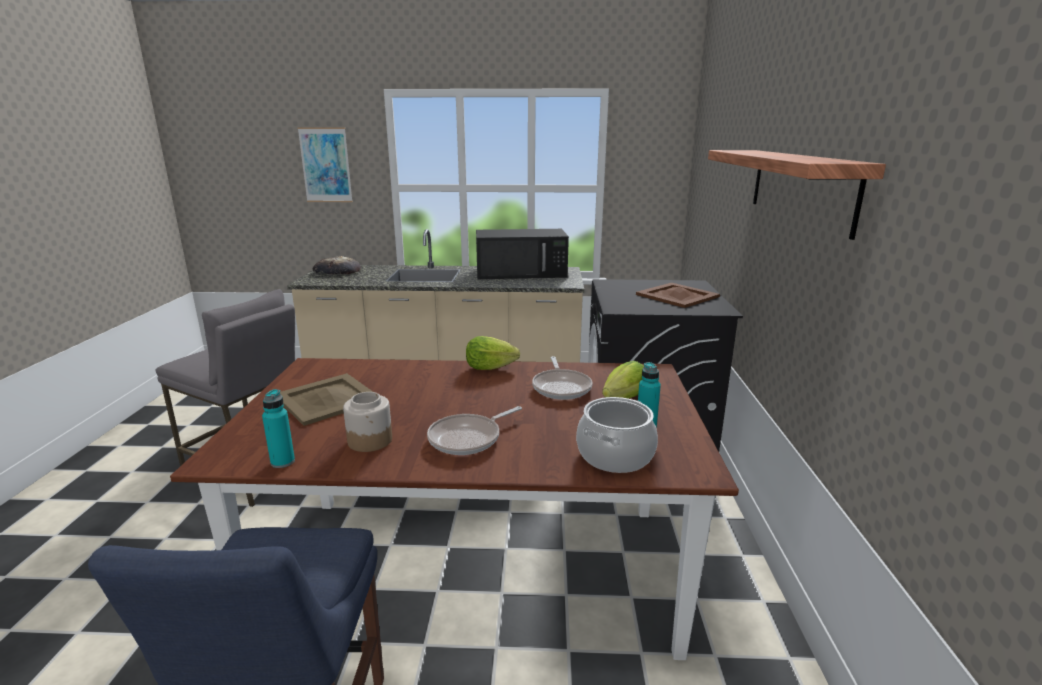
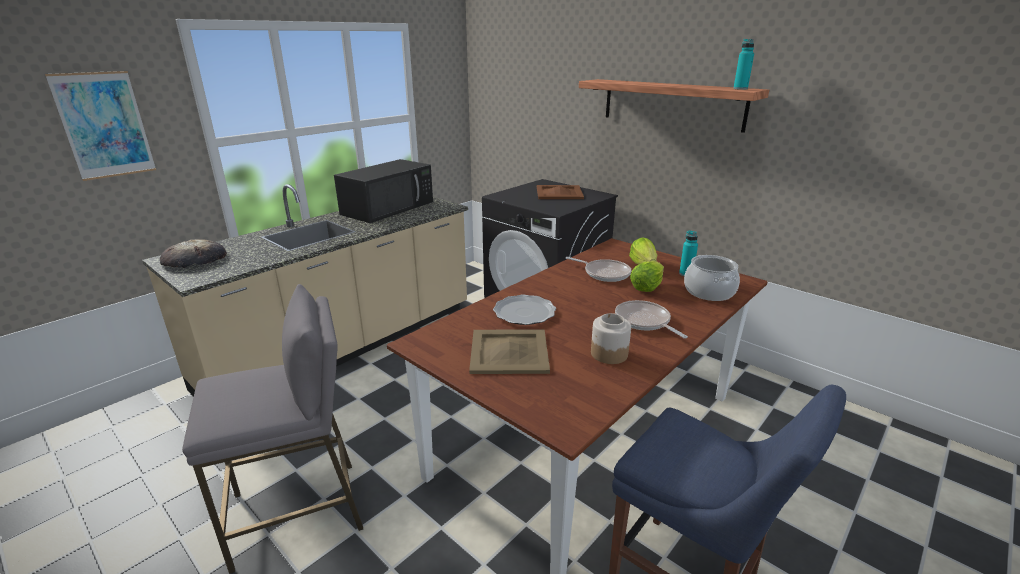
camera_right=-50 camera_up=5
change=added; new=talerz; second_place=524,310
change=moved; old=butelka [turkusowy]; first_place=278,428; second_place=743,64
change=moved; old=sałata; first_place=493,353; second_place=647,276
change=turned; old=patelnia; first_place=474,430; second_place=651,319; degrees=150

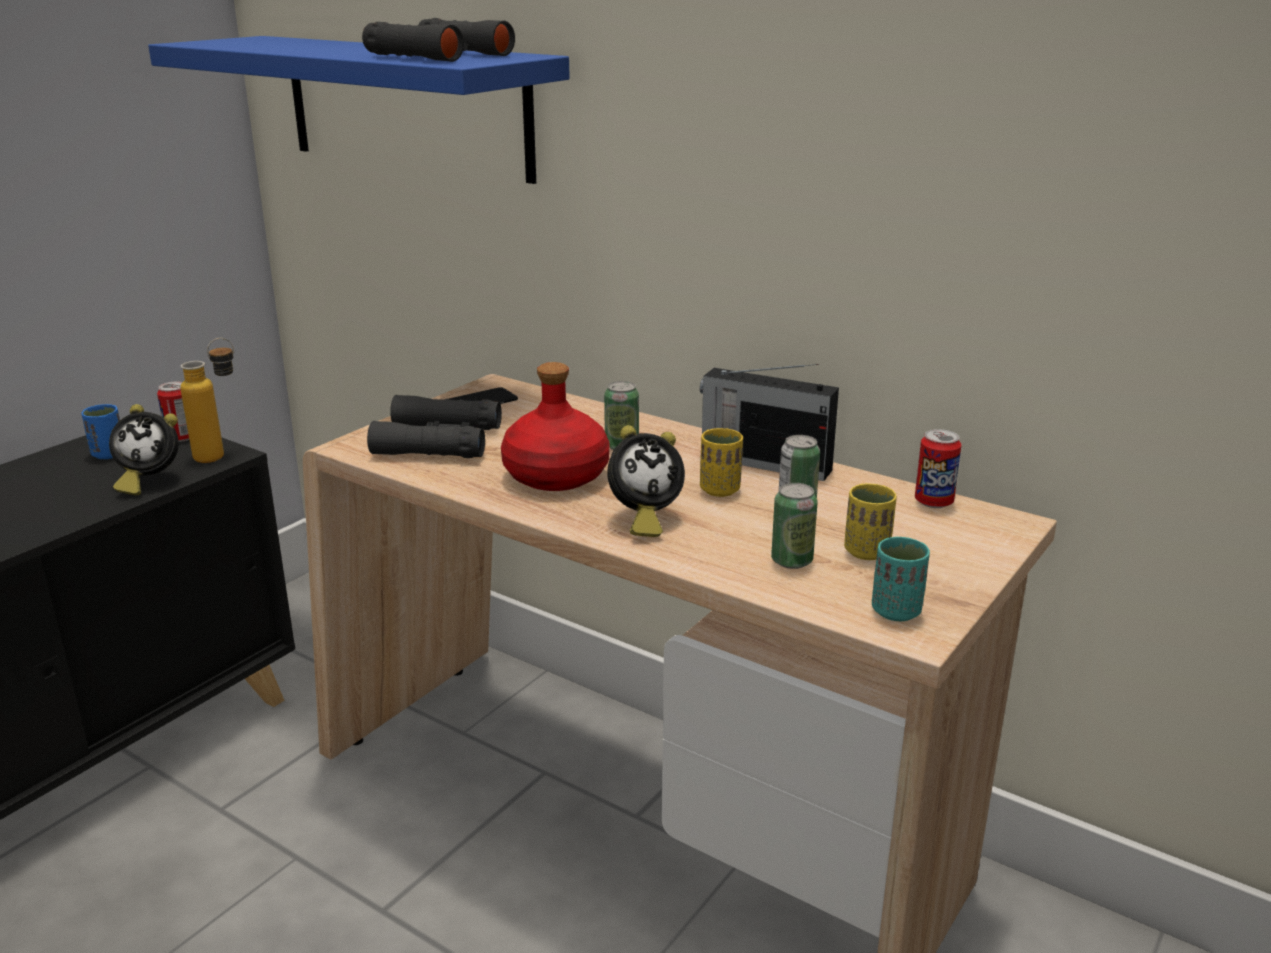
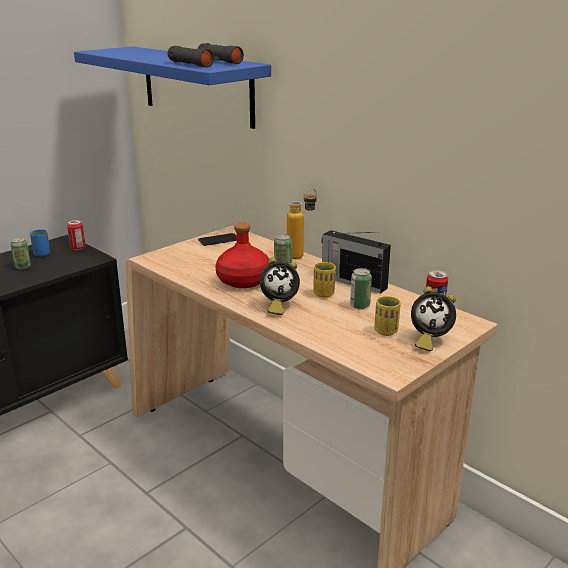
camera_right=10 camera_up=0
change=removed; old=lornetka [czarny]; first_place=434,426
change=removed; old=filiżanka [turkusowy]; first_place=901,579
change=moved; old=budzik; first_place=144,449; second_place=433,319
change=moved; old=butelka; first_place=207,400; second_place=302,224
change=moved; old=puszka; first_place=794,526; second_place=21,253

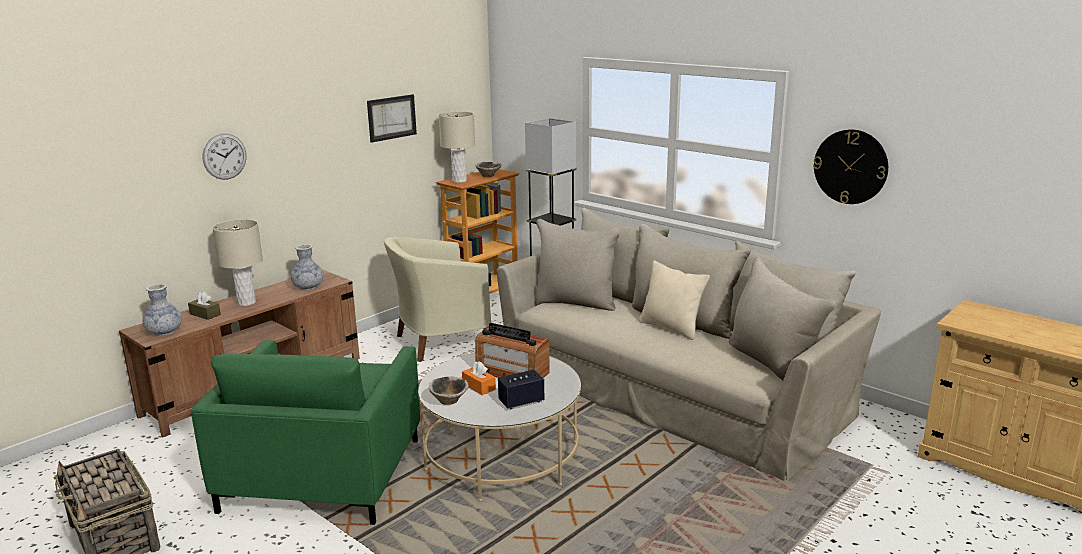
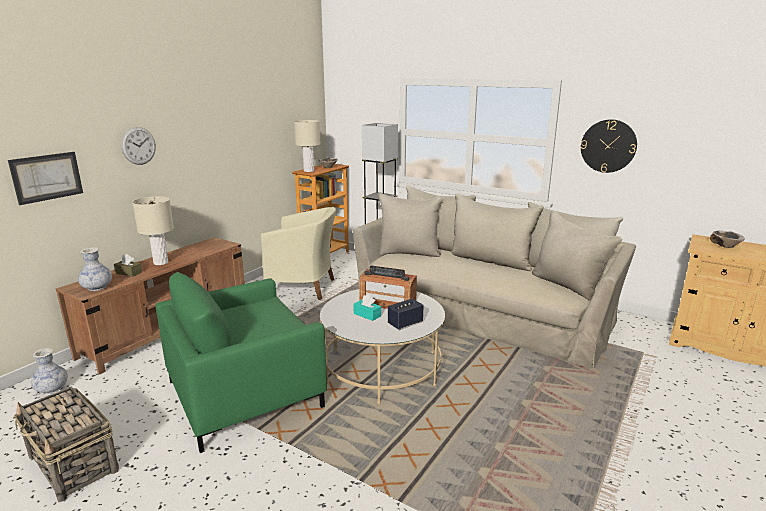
camera_right=-10 camera_up=0
change=removed; old=poduszka [beżowy]; first_place=674,300
change=moved; old=wazon; first_place=307,267; second_place=49,371
change=moved; old=obraz; first_place=392,118; second_place=45,178
change=moved; old=miska; first_place=448,390; second_place=727,239
change=recoloured; old=pudełko chusteczek [pomarańczowy]; new=pudełko chusteczek [turkusowy]; first_place=479,378; second_place=367,308
change=turned; old=fotel [zielony]; first_place=305,432; second_place=241,362; degrees=60
change=turned; old=fotel [beżowy]; first_place=437,299; second_place=298,253; degrees=-135

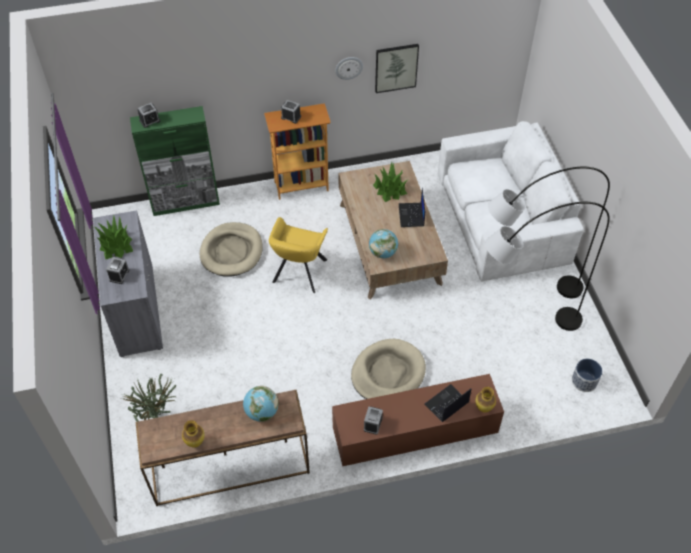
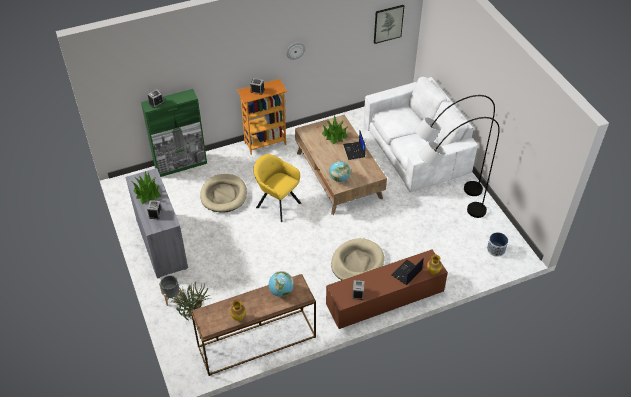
camera_right=-10 camera_up=-5
change=added; new=donica [szary]; second_place=170,290
change=moved; old=obraz; first_place=397,68; second_place=389,24
change=turned; old=fotel [żółty]; first_place=298,255; second_place=277,188; degrees=120

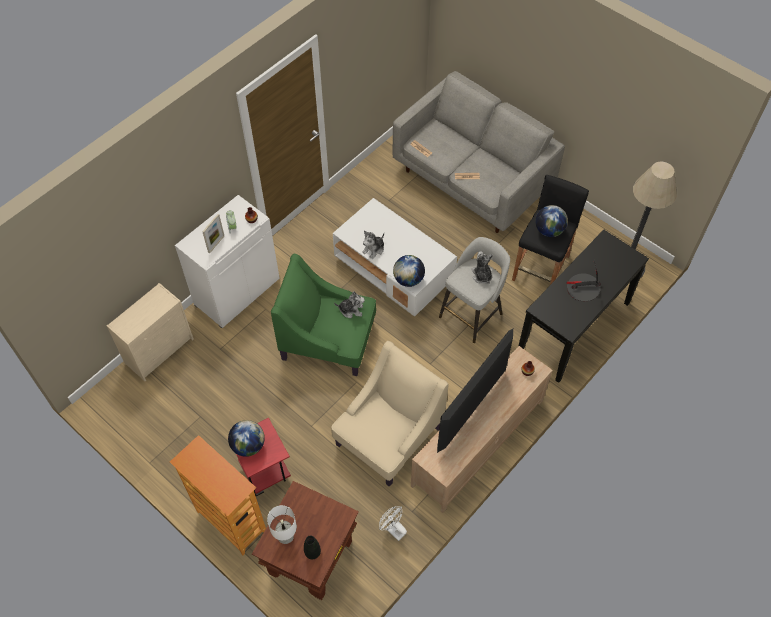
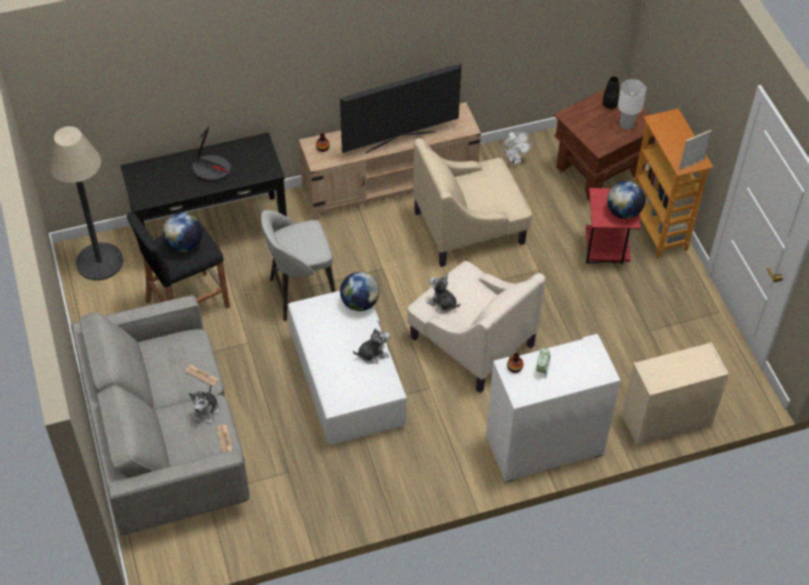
camera_right=-150 camera_up=-5
change=moved; old=ramka na zdjęcie; first_place=213,234; second_place=695,150
change=moved; old=pluszak; first_place=482,267; second_place=204,404
change=recoloured; old=fotel [zielony]; new=fotel [beżowy]; first_place=323,315; second_place=476,327

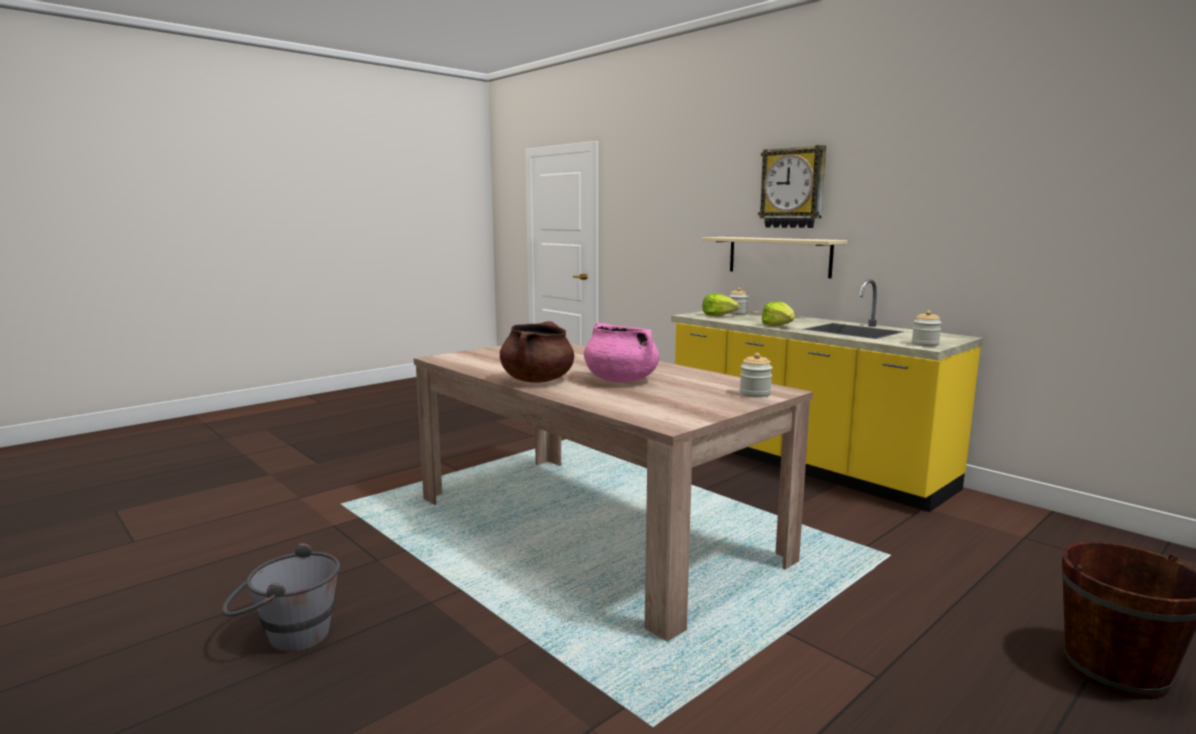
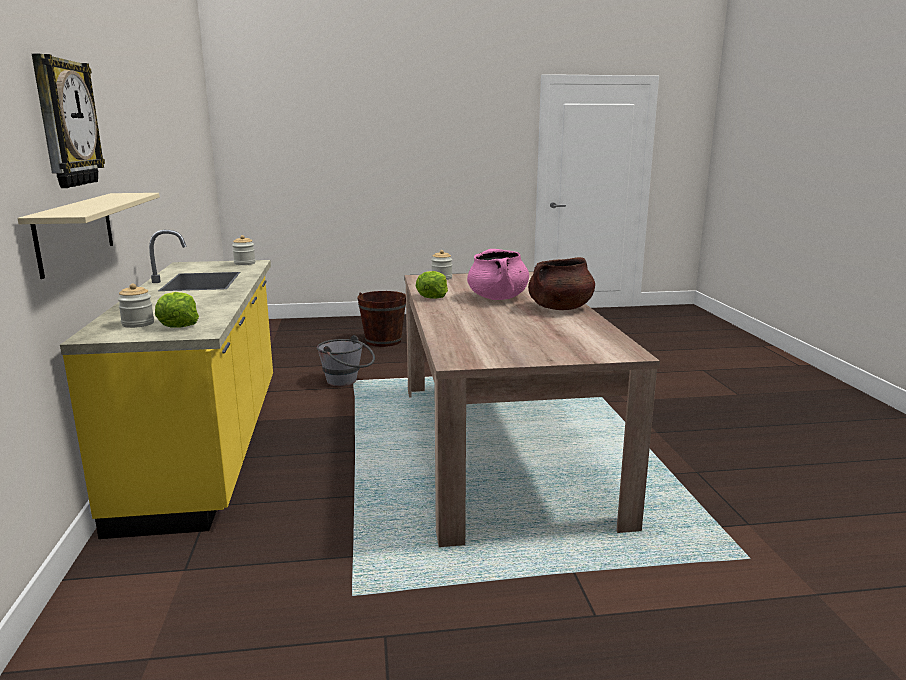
camera_right=-145 camera_up=5
change=moved; old=wiadro [szary]; first_place=281,597; second_place=346,361
change=moved; old=sałata; first_place=778,313; second_place=431,285

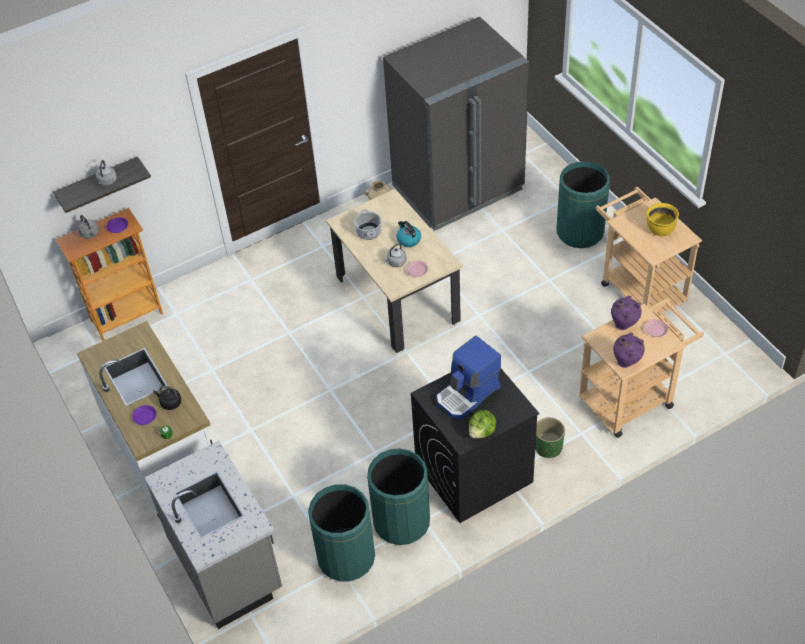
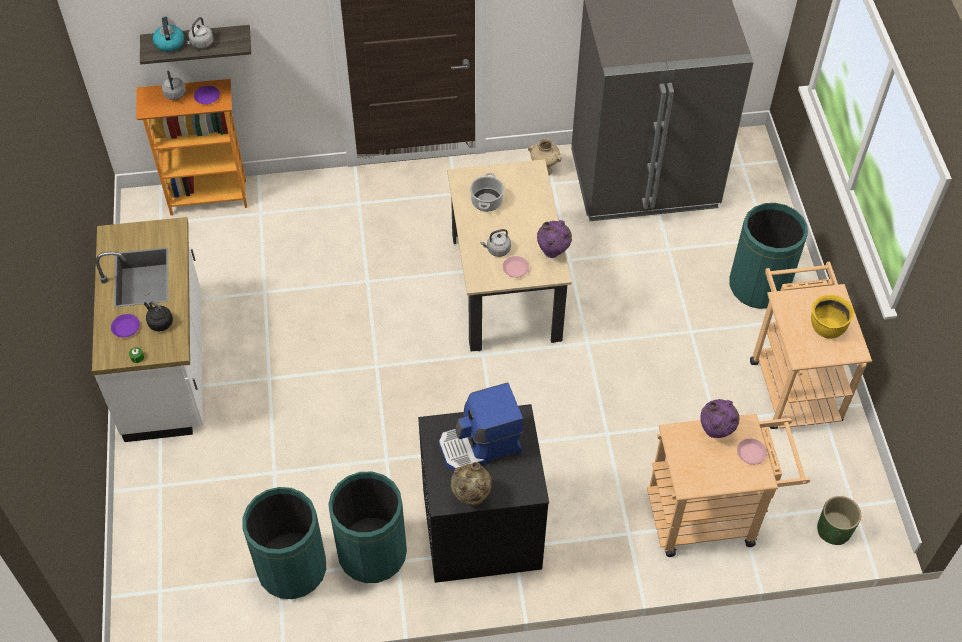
camera_right=20 camera_up=5
change=removed; old=zabudowa kuchenna [szary]; first_place=213,534
change=moved; old=czajnik; first_place=409,234; second_place=168,34
change=moved; old=donica [zielony]; first_place=550,437; second_place=839,520
change=moved; old=wazon [fioletowy]; first_place=629,350; second_place=554,239
change=replaced; old=sałata; new=wazon [beżowy]; first_place=482,424; second_place=471,483

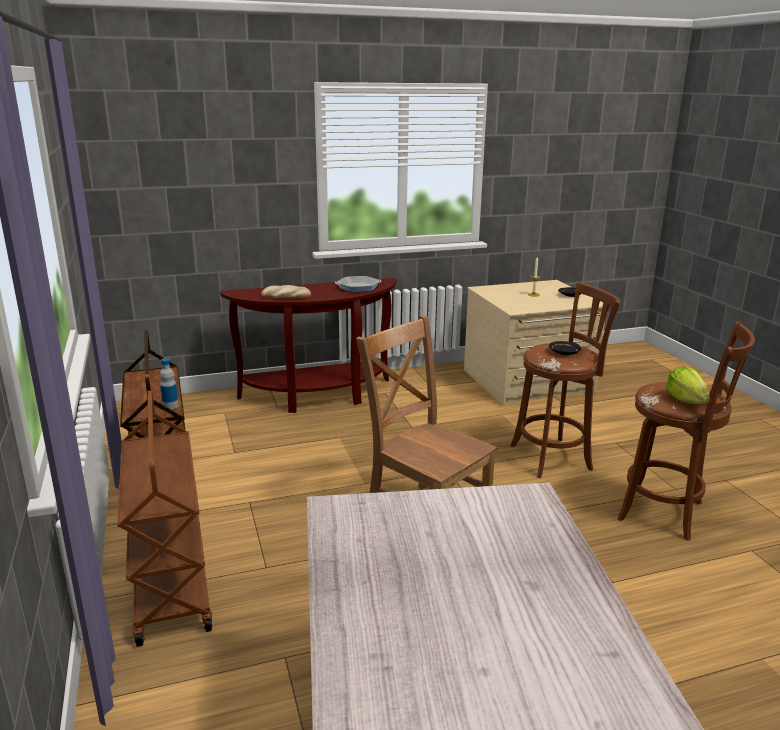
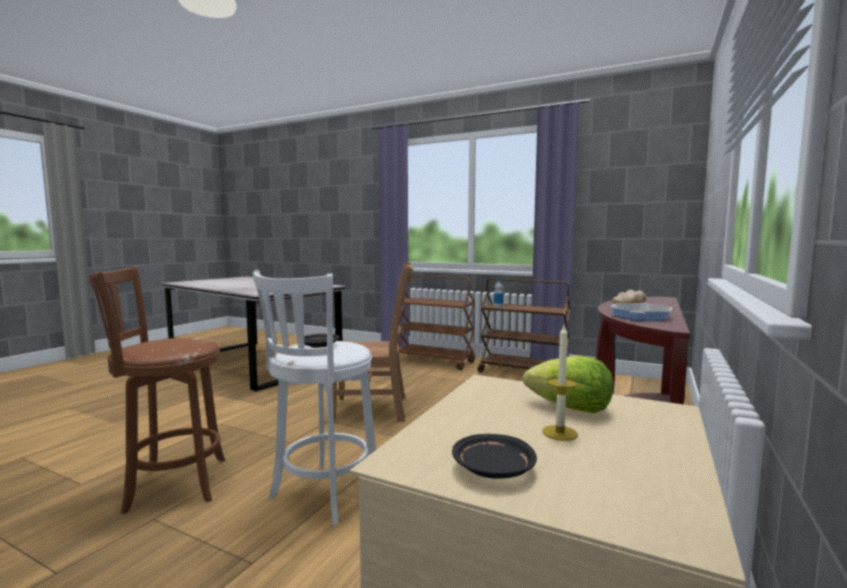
camera_right=135 camera_up=-15
change=moved; old=sałata; first_place=688,385; second_place=568,384
change=recoloured; old=stołek [brązowy]; new=stołek [biały]; first_place=565,379; second_place=314,397

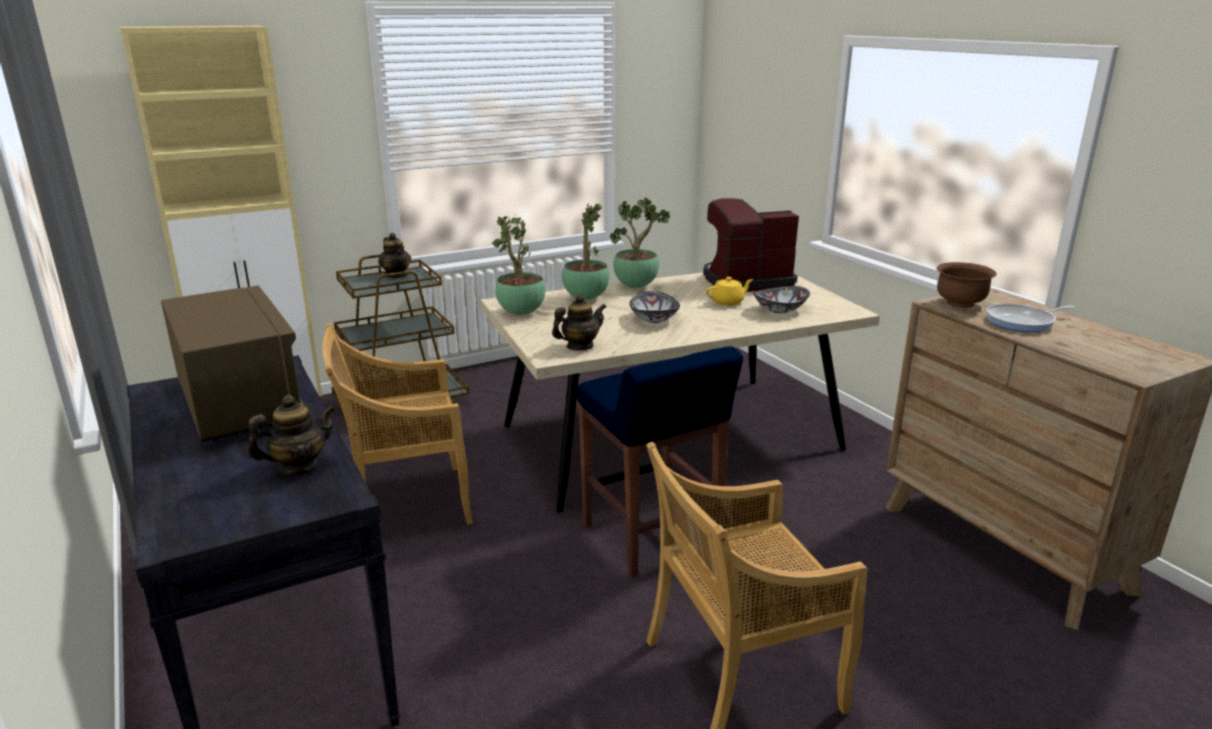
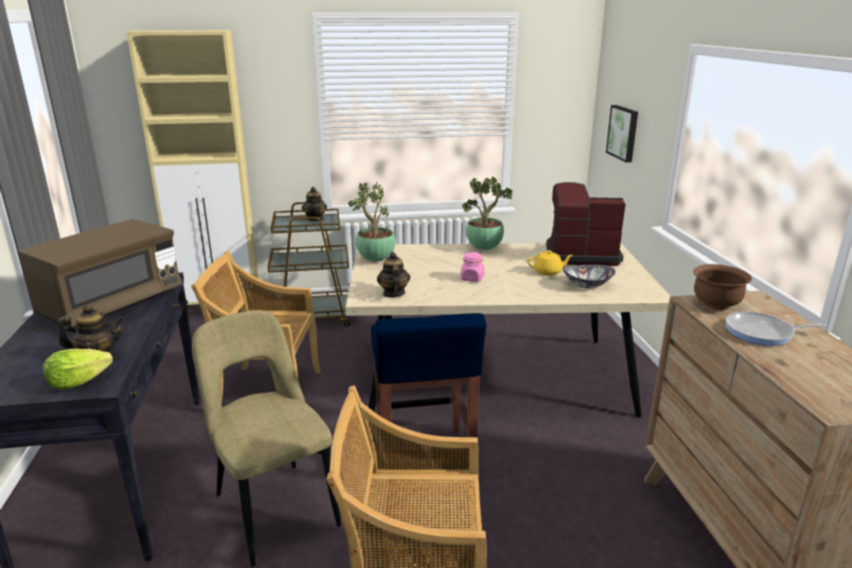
camera_right=20 camera_up=0
change=removed; old=roślina doniczkowa; first_place=585,251
change=added; new=sałata; second_place=78,369
change=added; new=krzesło [beżowy]; second_place=266,438
change=added; new=obraz; second_place=622,133
change=replaced; old=miska; new=słoik [różowy]; first_place=655,307; second_place=473,267
change=turned; old=mikrofalówka [brązowy]; first_place=232,363; second_place=100,273; degrees=45
change=turned; old=imbryk; first_place=579,322; second_place=393,275; degrees=-90

